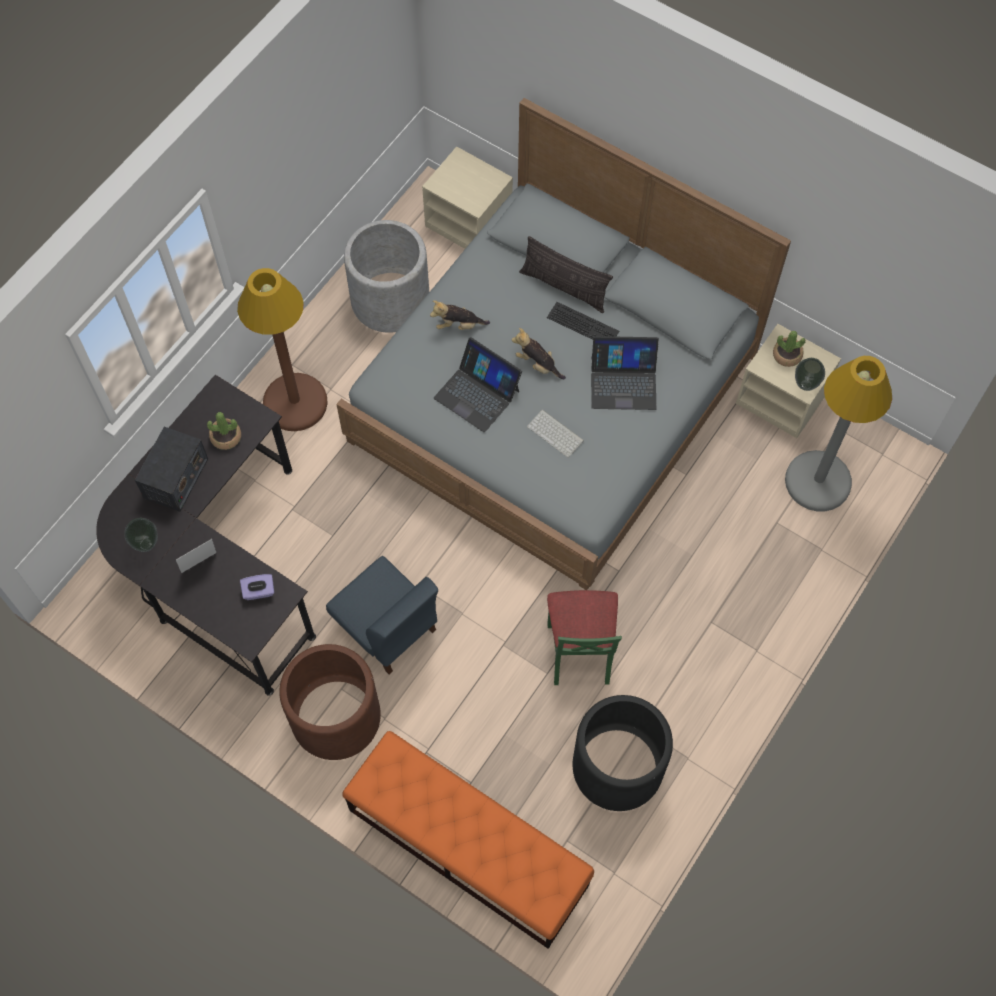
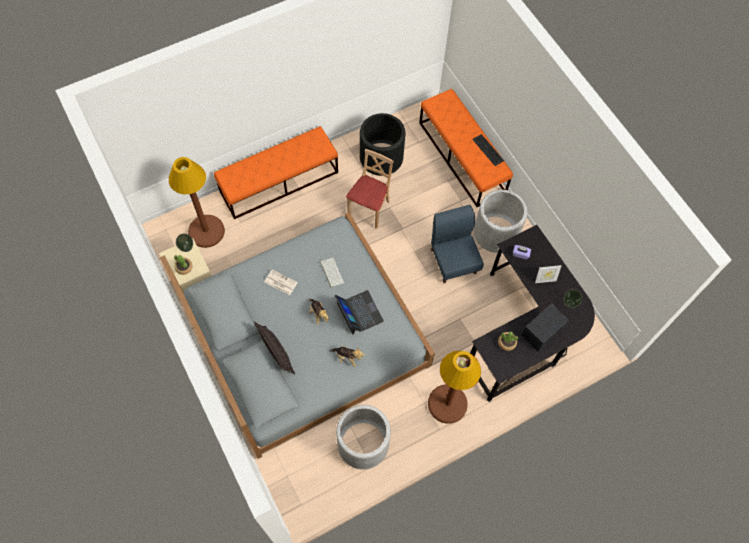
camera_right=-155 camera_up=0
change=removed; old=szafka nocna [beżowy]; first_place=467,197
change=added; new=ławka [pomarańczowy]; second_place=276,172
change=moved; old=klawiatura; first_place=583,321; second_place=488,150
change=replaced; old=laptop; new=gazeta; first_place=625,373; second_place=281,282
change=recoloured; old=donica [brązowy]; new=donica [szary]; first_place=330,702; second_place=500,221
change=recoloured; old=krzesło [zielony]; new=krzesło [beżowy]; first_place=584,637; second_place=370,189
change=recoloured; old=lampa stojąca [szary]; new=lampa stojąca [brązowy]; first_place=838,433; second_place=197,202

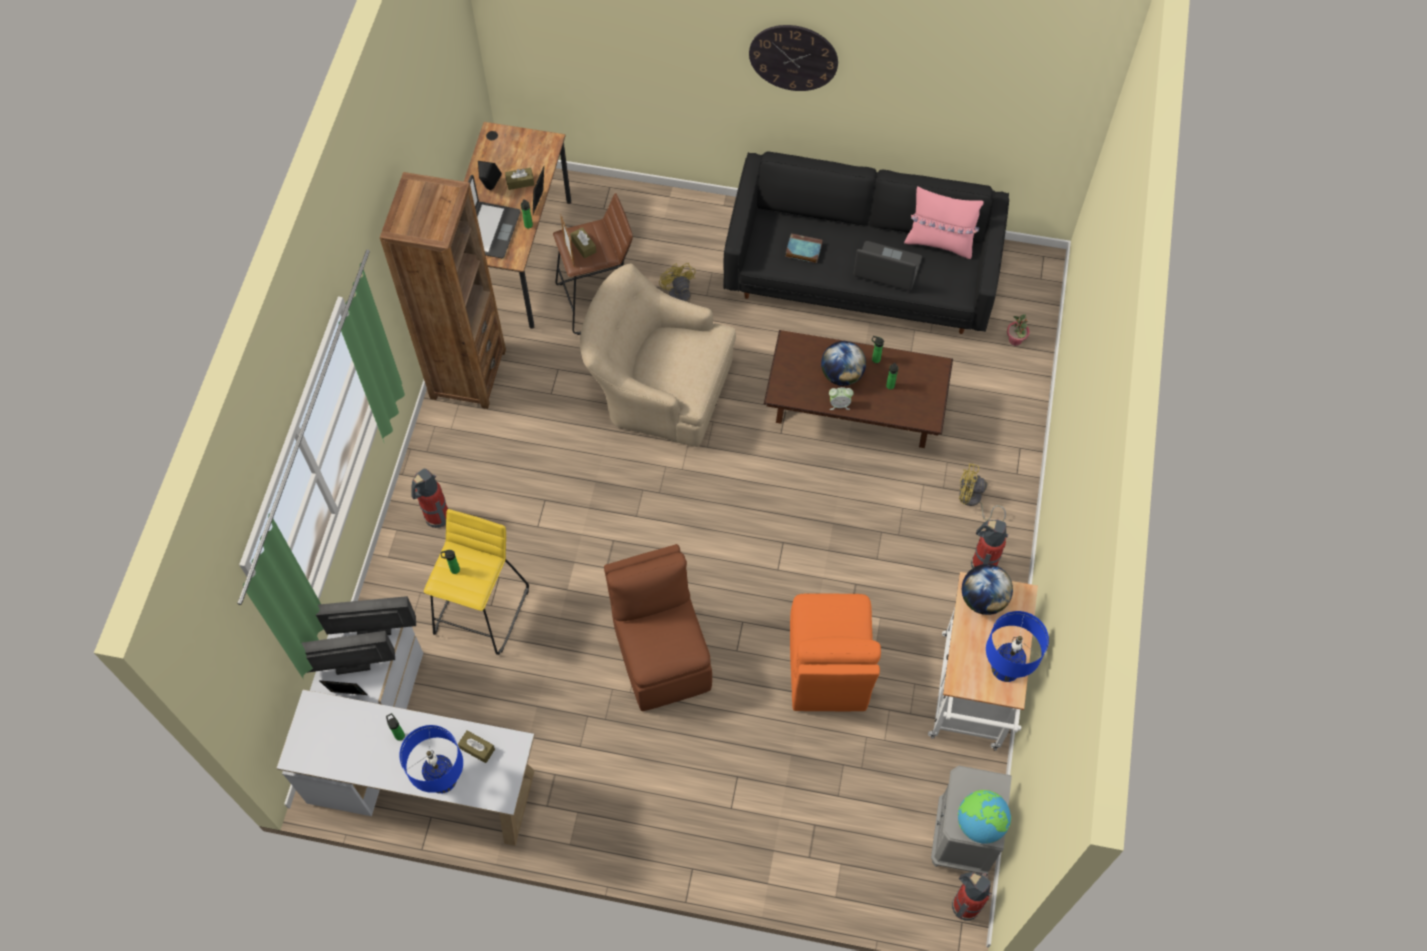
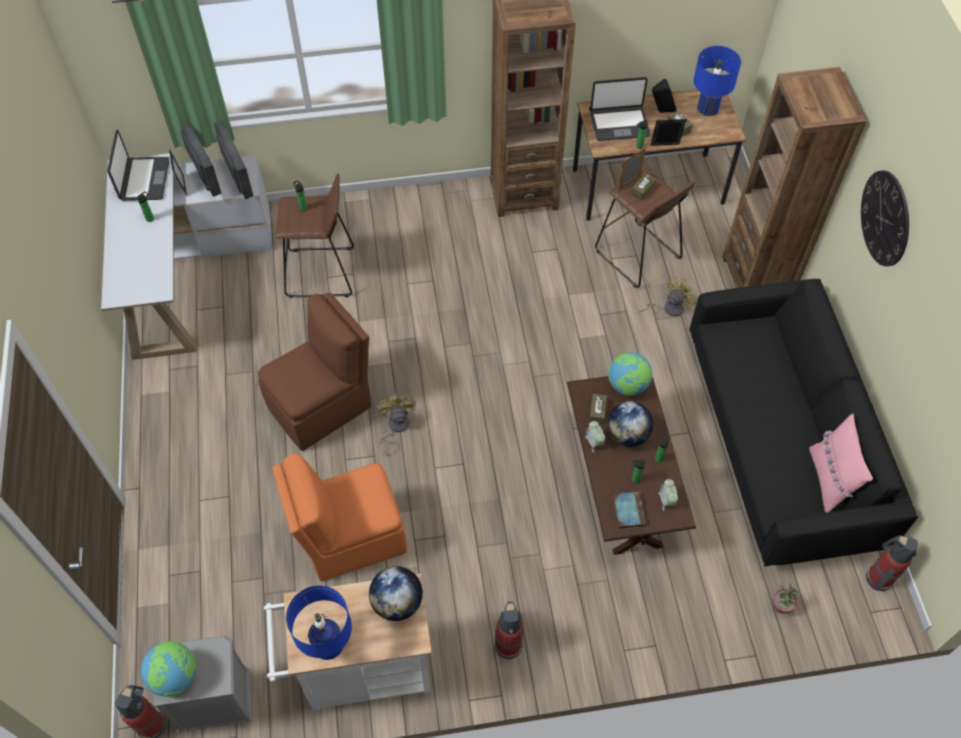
camera_right=70 camera_up=-5
change=removed; old=fotel [beżowy]; first_place=658,355
change=added; new=globus; second_place=630,374
change=added; new=budzik; second_place=668,495
change=added; new=regał [brązowy]; second_place=794,177
change=moved; old=lampa stołowa [niebieski]; first_place=431,759; second_place=717,81
change=moved; old=gaśnica; first_place=429,498; second_place=892,563
change=moved; old=pudełko chusteczek [brązowy]; first_place=476,746; second_place=598,409
change=moved; old=książka; first_place=804,248; second_place=630,510
change=moved; old=laptop; first_place=888,266; second_place=138,165
change=moved; old=wentylator [żółty]; first_place=982,492; second_place=396,424
change=recoloured; old=stołek [żółty]; new=stołek [brązowy]; first_place=476,582; second_place=315,235

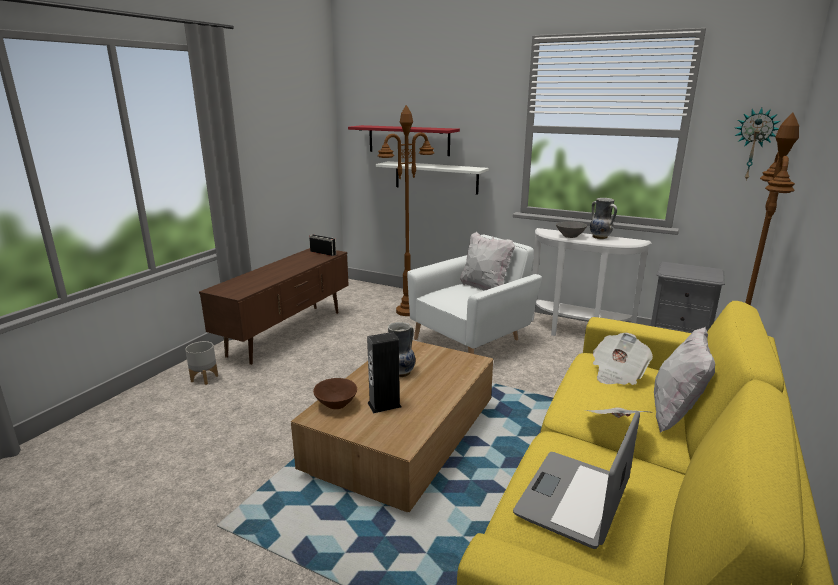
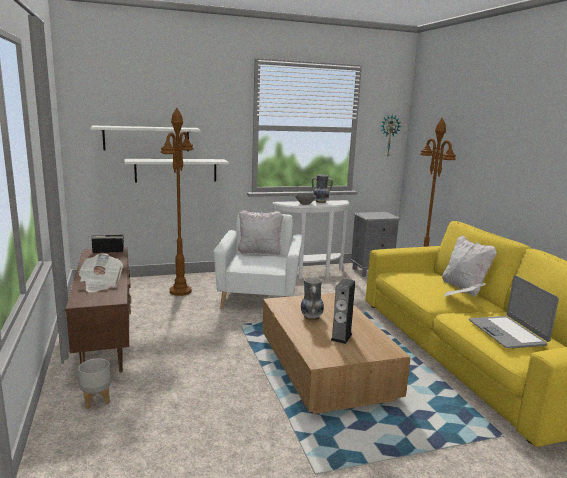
camera_right=-45 camera_up=-5
change=removed; old=miska [brązowy]; first_place=335,393
change=moved; old=gazeta; first_place=623,359; second_place=100,272
change=recoloured; old=półka [czerwony]; new=półka [biały]; first_place=404,140; second_place=146,138

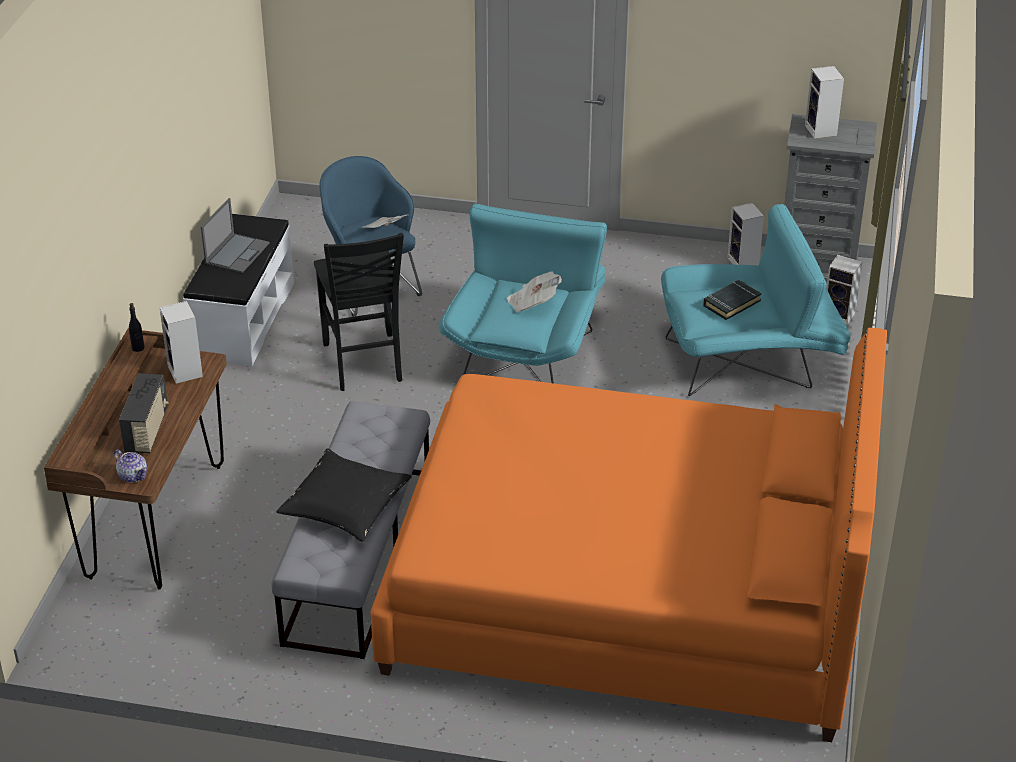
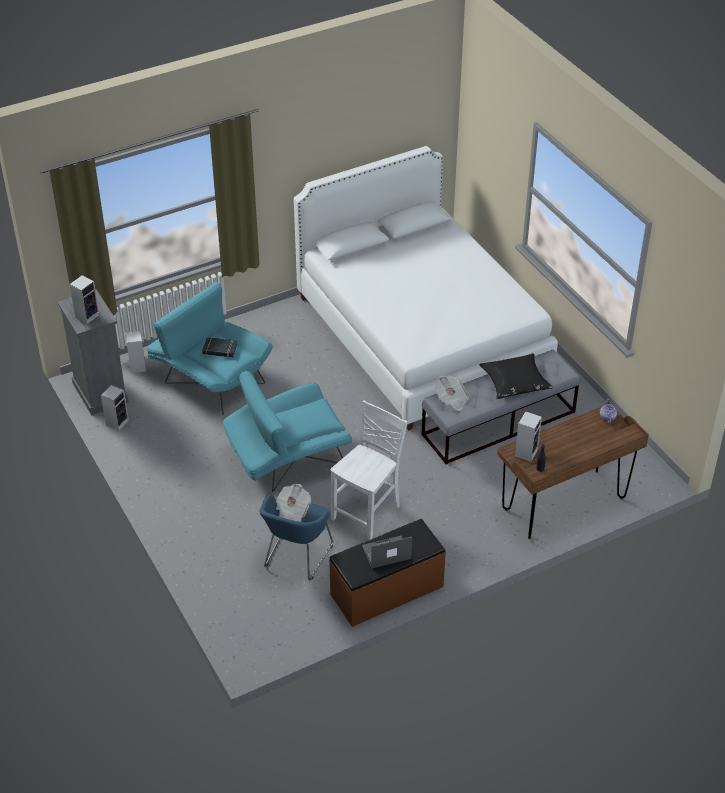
camera_right=-130 camera_up=5
change=removed; old=radio; first_place=143,413
change=moved; old=gazeta; first_place=534,292; second_place=452,393
change=recoloured; old=ławka [biały]; new=ławka [brązowy]; first_place=238,290; second_place=387,573
change=recoloured; old=krzesło [czarny]; new=krzesło [biały]; first_place=359,312; second_place=369,470
change=recoloured; old=łóżko [pomarańczowy]; new=łóżko [biały]; first_place=628,535; second_place=426,288

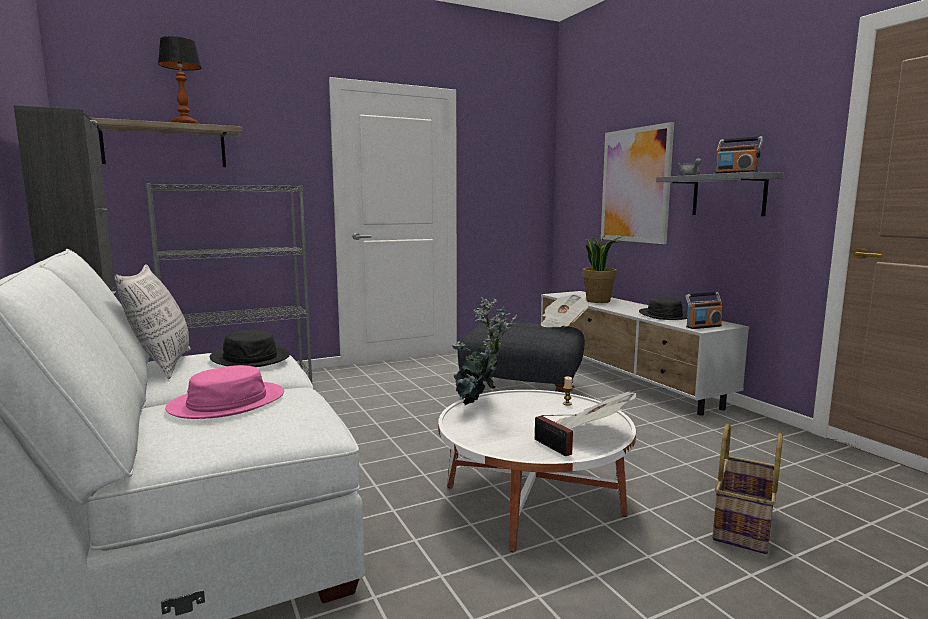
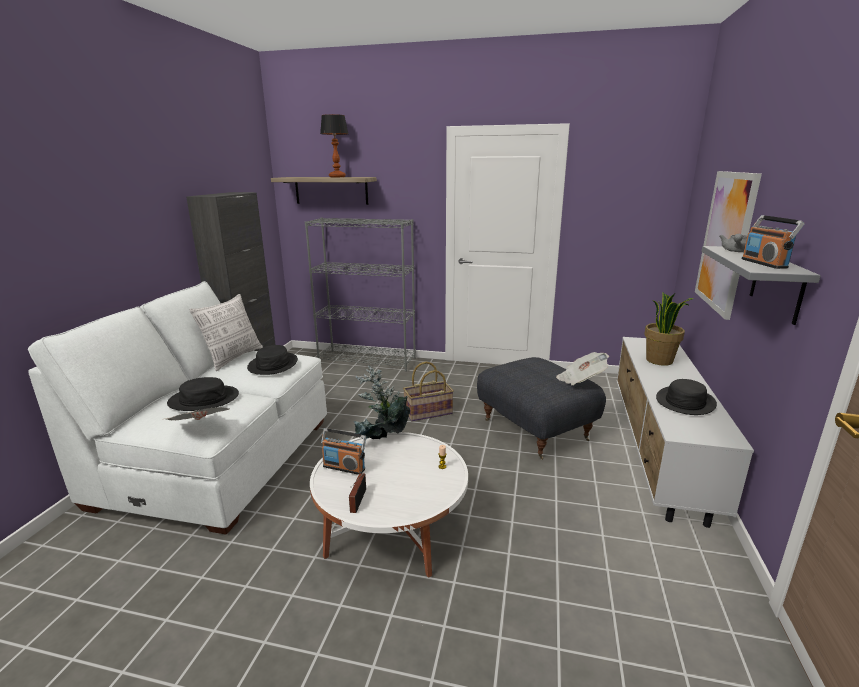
camera_right=40 camera_up=10
change=moved; old=gazeta; first_place=596,410; second_place=197,413
change=moved; old=radio; first_place=704,310; second_place=343,451
change=moved; old=koszyk; first_place=747,488; second_place=428,391
change=recoloured; old=kapelusz [różowy]; new=kapelusz [czarny]; first_place=224,392; second_place=203,394

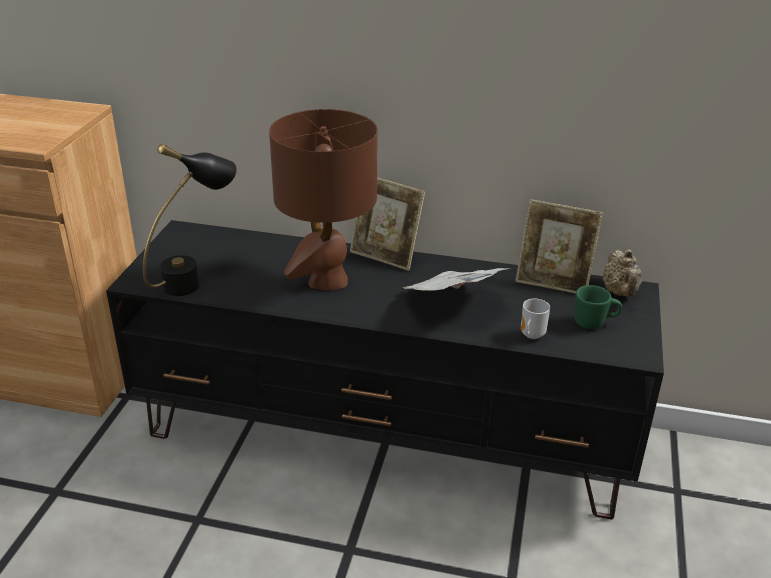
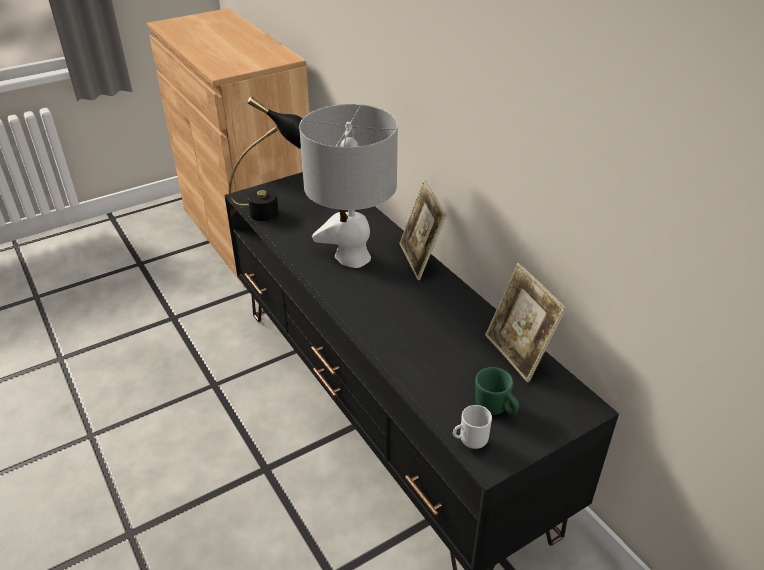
camera_right=45 camera_up=5
change=removed; old=gazeta; first_place=456,279
change=removed; old=imbryk [beżowy]; first_place=623,273
change=moved; old=kubek; first_place=535,319; second_place=472,427
change=recoloured; old=lampa stołowa [brązowy]; new=lampa stołowa [szary]; first_place=323,200; second_place=348,186

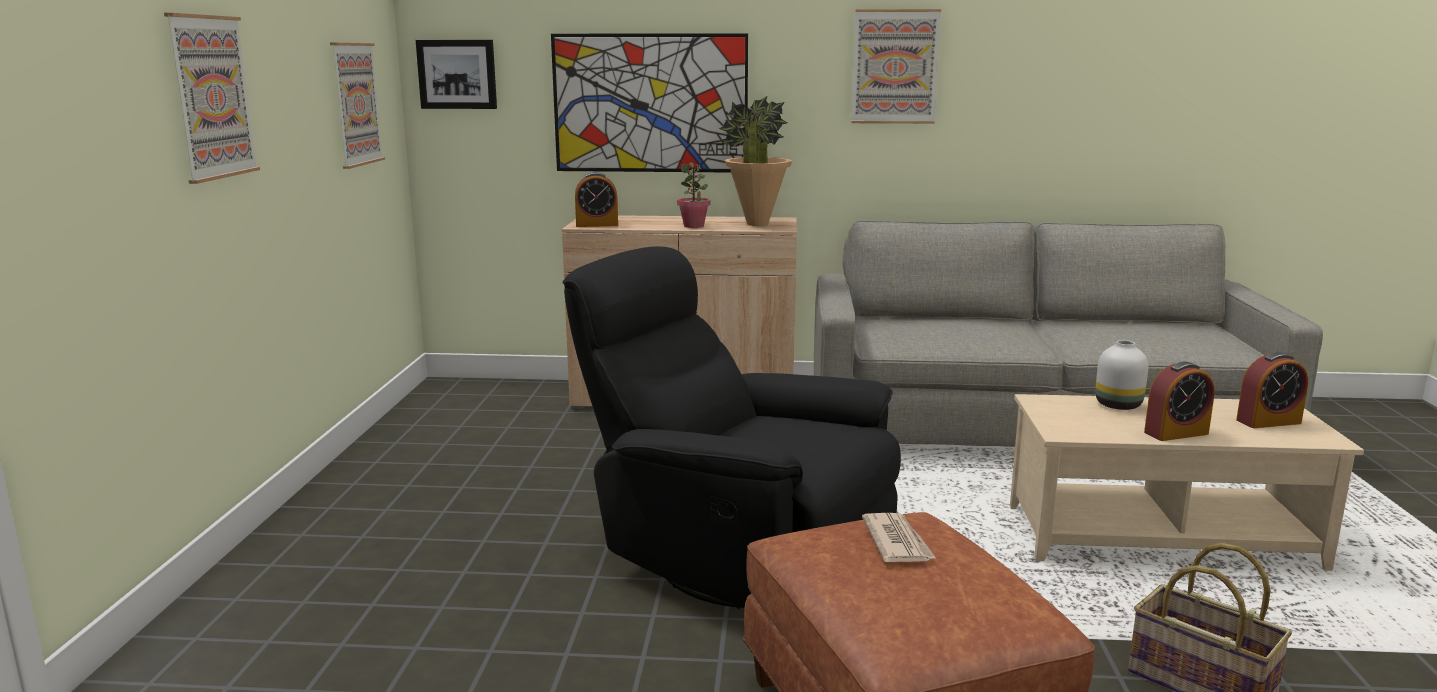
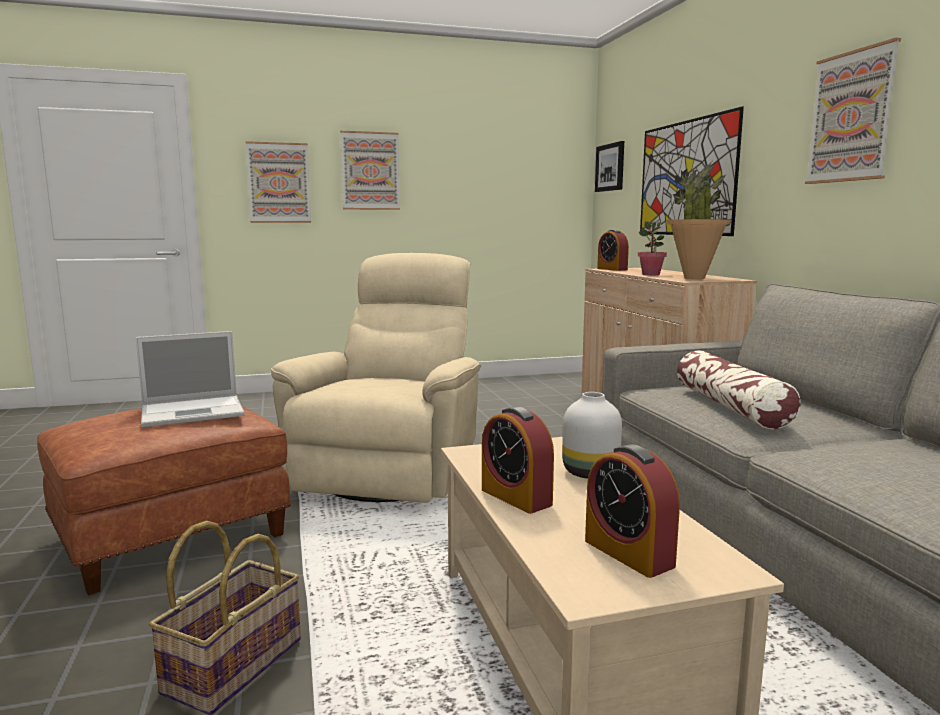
camera_right=70 camera_up=-5
change=added; new=poduszka; second_place=739,389
change=moved; old=obraz; first_place=357,106; second_place=278,182
change=replaced; old=gazeta; new=laptop; first_place=899,537; second_place=190,379
change=recoloured; old=fotel [czarny]; new=fotel [beżowy]; first_place=731,427; second_place=376,378

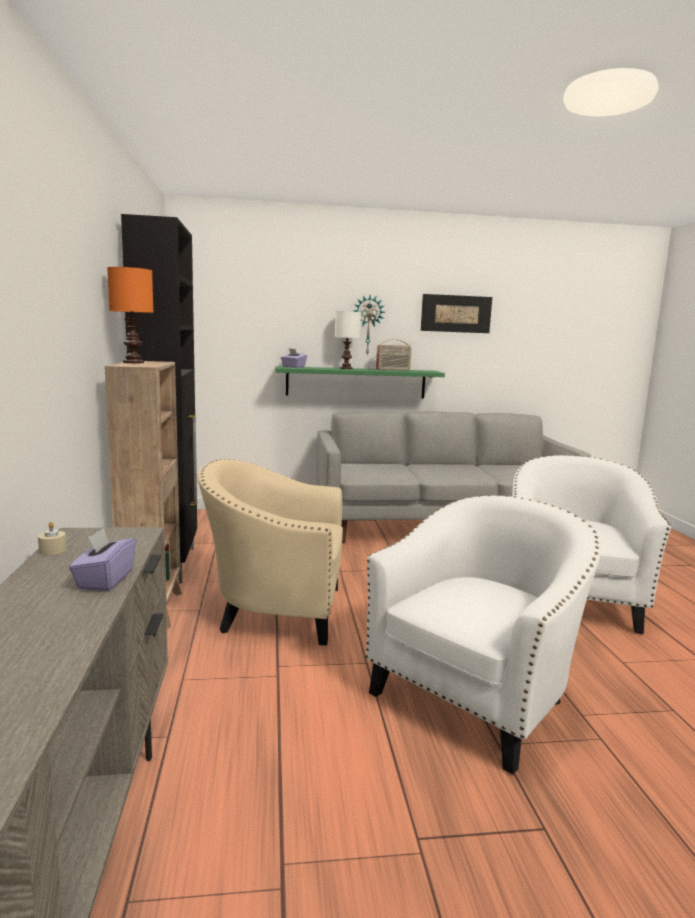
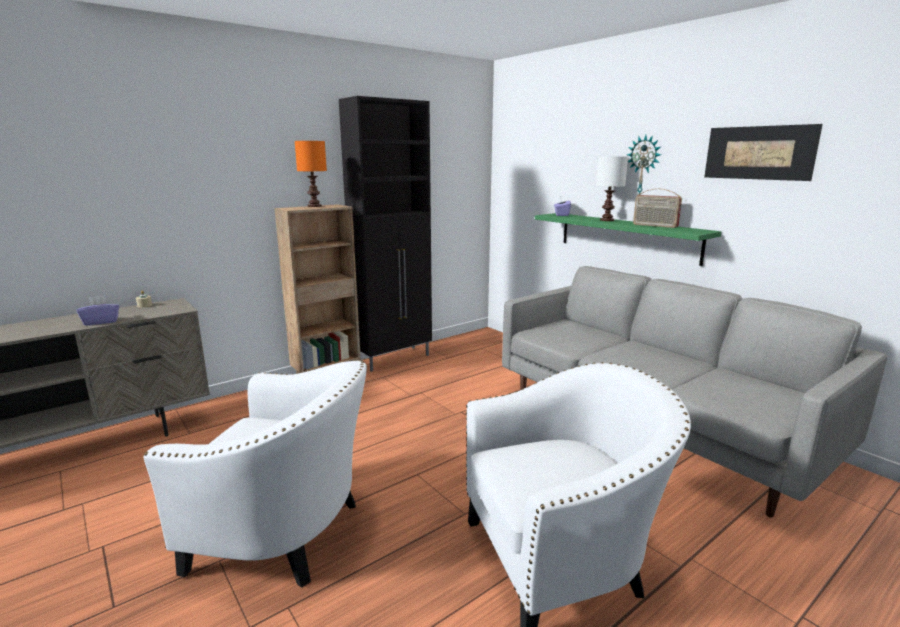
camera_right=60 camera_up=5
change=removed; old=fotel [beżowy]; first_place=270,552

